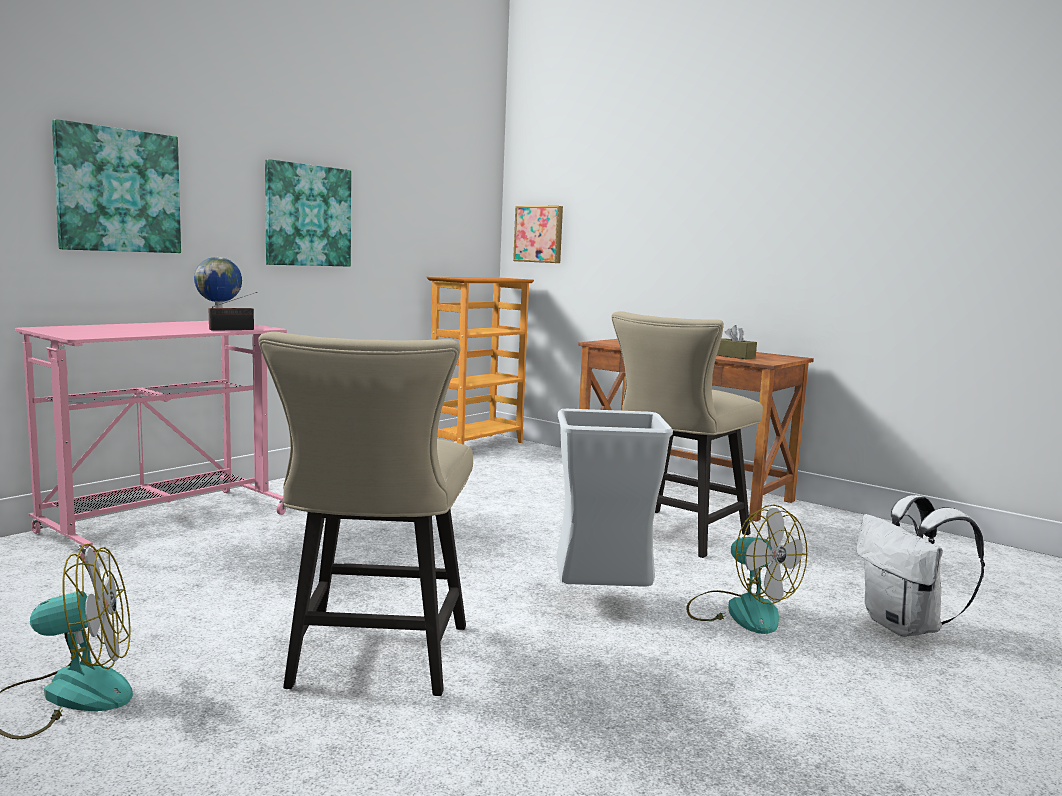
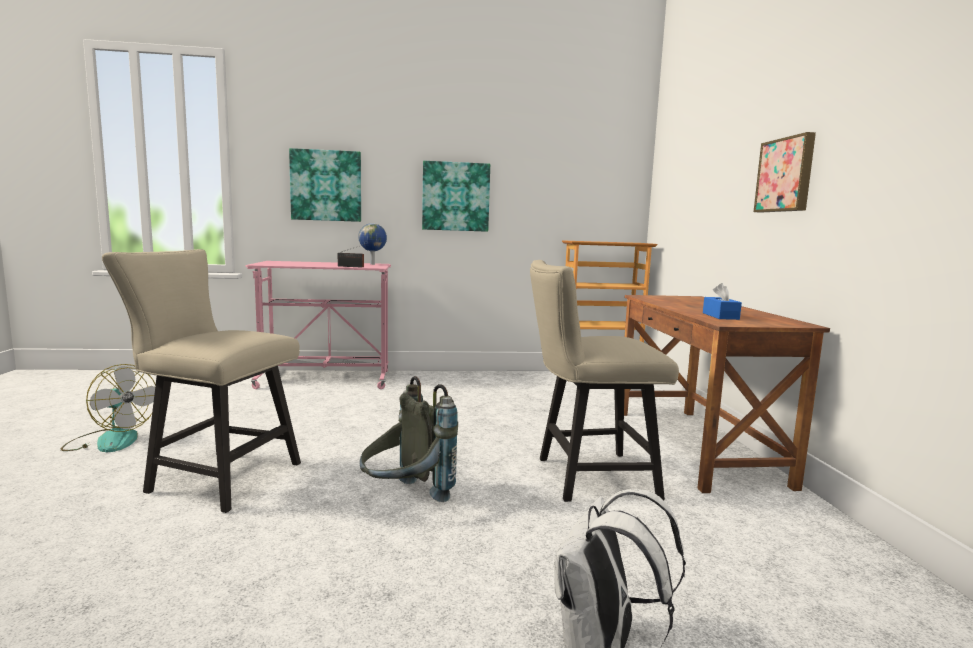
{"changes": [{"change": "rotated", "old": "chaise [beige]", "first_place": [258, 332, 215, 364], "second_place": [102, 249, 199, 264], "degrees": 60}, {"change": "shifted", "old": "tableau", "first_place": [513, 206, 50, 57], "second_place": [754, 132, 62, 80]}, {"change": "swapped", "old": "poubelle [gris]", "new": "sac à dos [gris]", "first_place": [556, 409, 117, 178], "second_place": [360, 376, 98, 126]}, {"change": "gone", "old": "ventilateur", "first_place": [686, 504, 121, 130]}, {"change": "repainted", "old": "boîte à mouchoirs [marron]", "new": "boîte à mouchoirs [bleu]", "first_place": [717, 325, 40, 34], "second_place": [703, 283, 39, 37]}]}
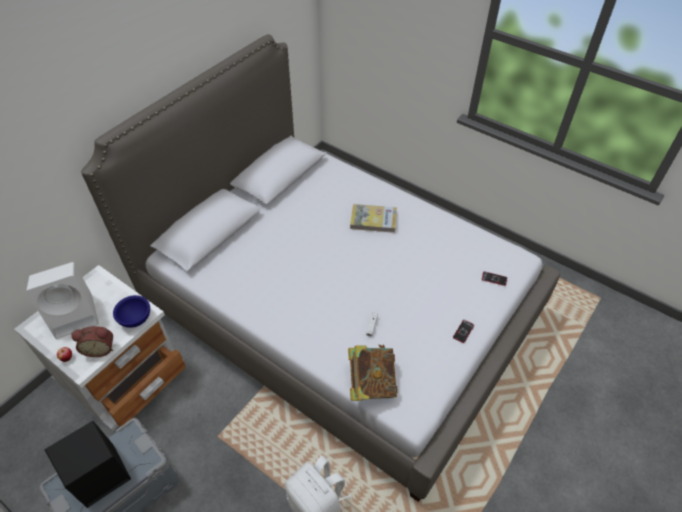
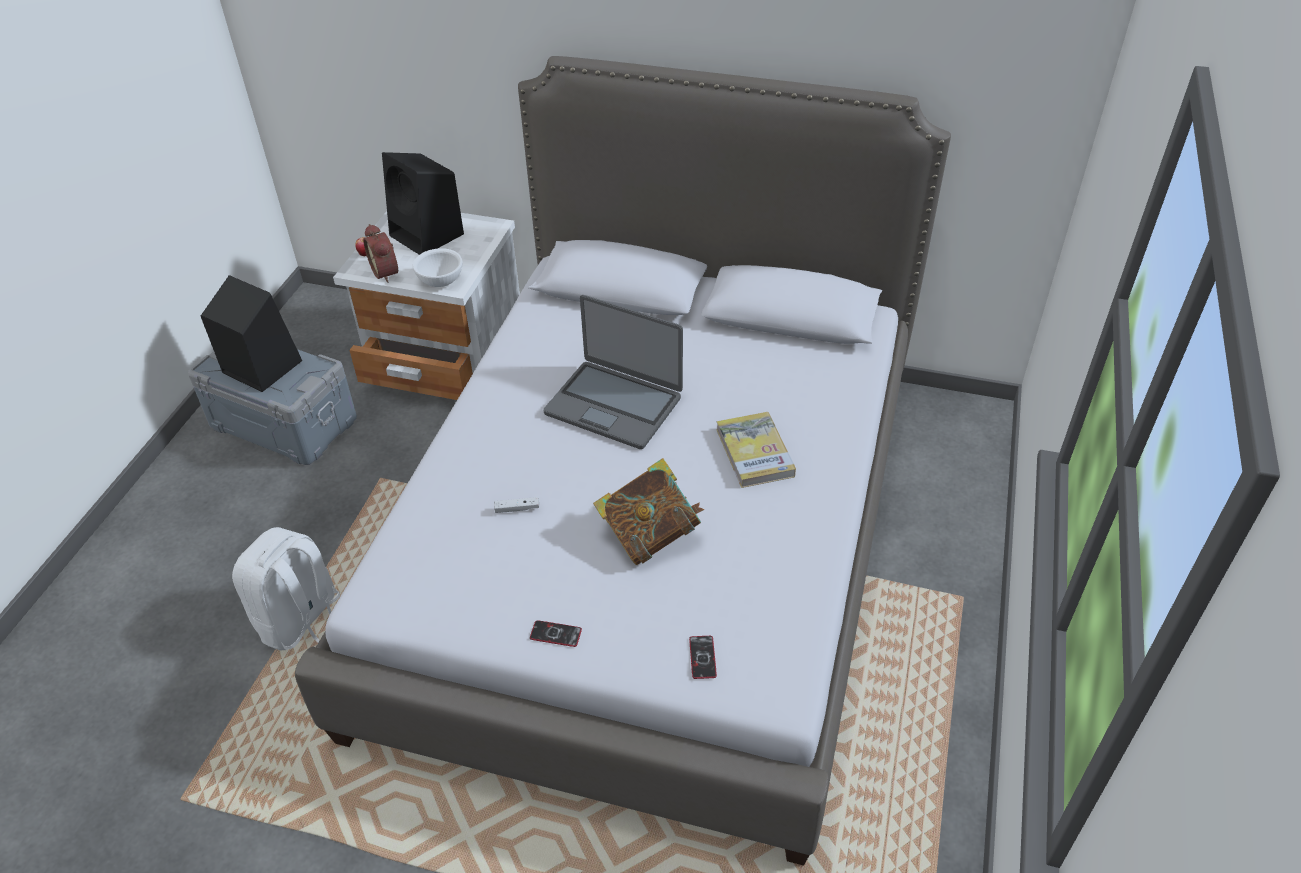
{"changes": [{"change": "repainted", "old": "enceinte [blanc]", "new": "enceinte [noir]", "first_place": [26, 262, 73, 77], "second_place": [382, 152, 82, 103]}, {"change": "repainted", "old": "bol [bleu]", "new": "bol [blanc]", "first_place": [113, 295, 37, 33], "second_place": [413, 248, 49, 39]}, {"change": "shifted", "old": "livre", "first_place": [348, 345, 50, 56], "second_place": [593, 458, 111, 107]}, {"change": "new", "new": "ordinateur portable", "second_place": [543, 295, 140, 154]}]}
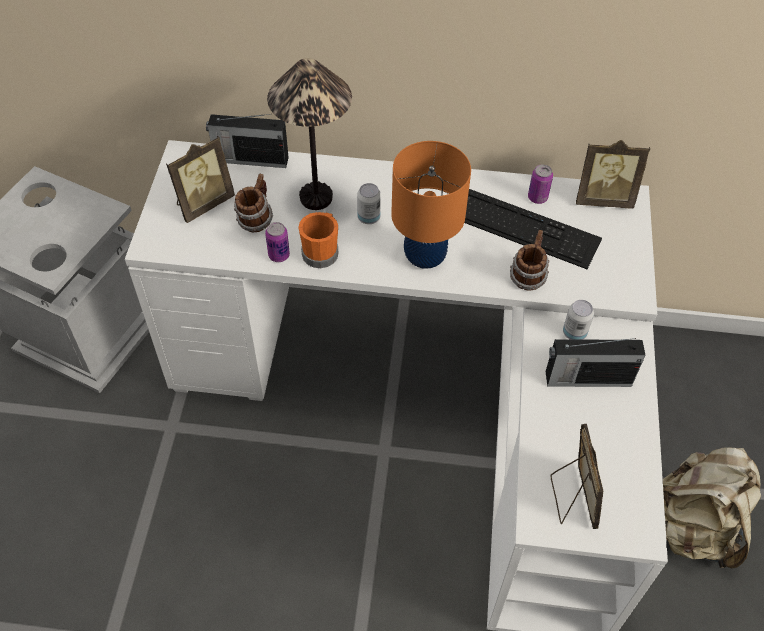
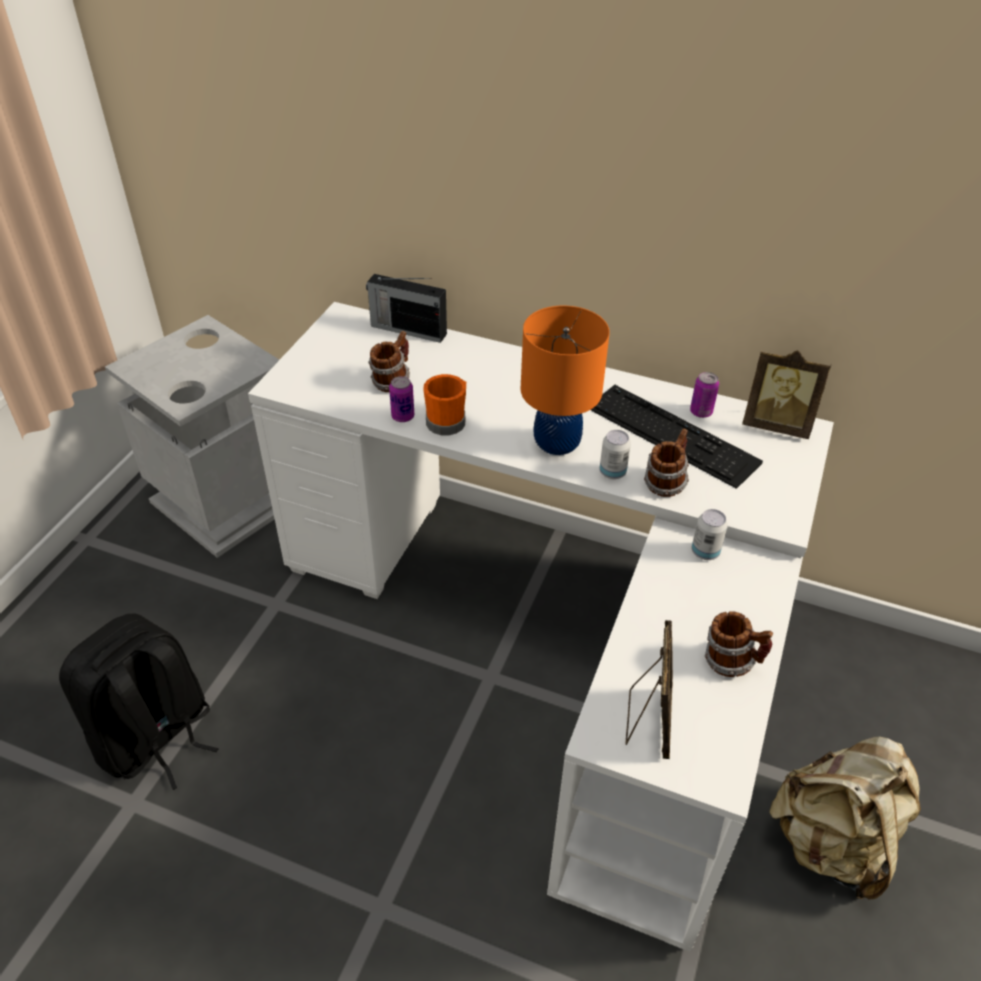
{"changes": [{"change": "gone", "old": "cadre photo", "first_place": [166, 136, 69, 87]}, {"change": "gone", "old": "lampe de table", "first_place": [267, 58, 85, 152]}, {"change": "shifted", "old": "boîte métallique", "first_place": [357, 183, 24, 41], "second_place": [599, 430, 32, 49]}, {"change": "gone", "old": "radio", "first_place": [546, 338, 99, 49]}, {"change": "new", "new": "sac à dos [noir]", "second_place": [59, 614, 160, 176]}, {"change": "new", "new": "mug", "second_place": [705, 611, 68, 66]}]}
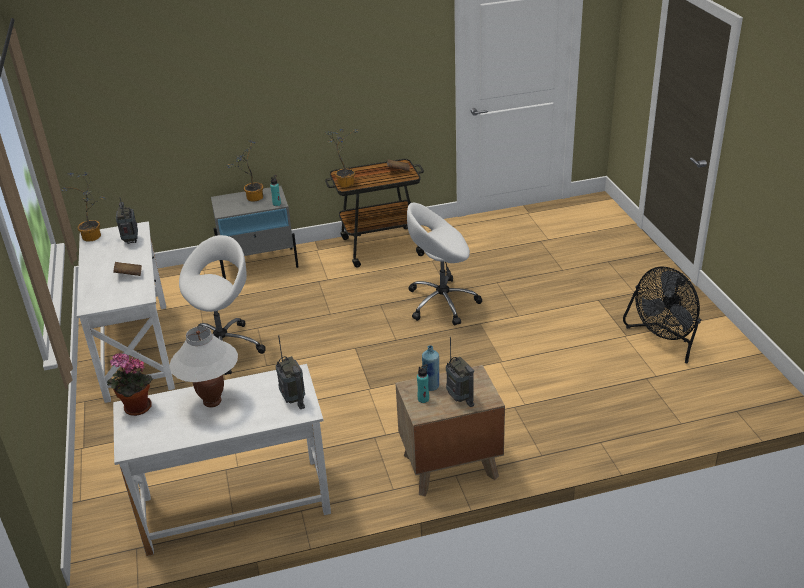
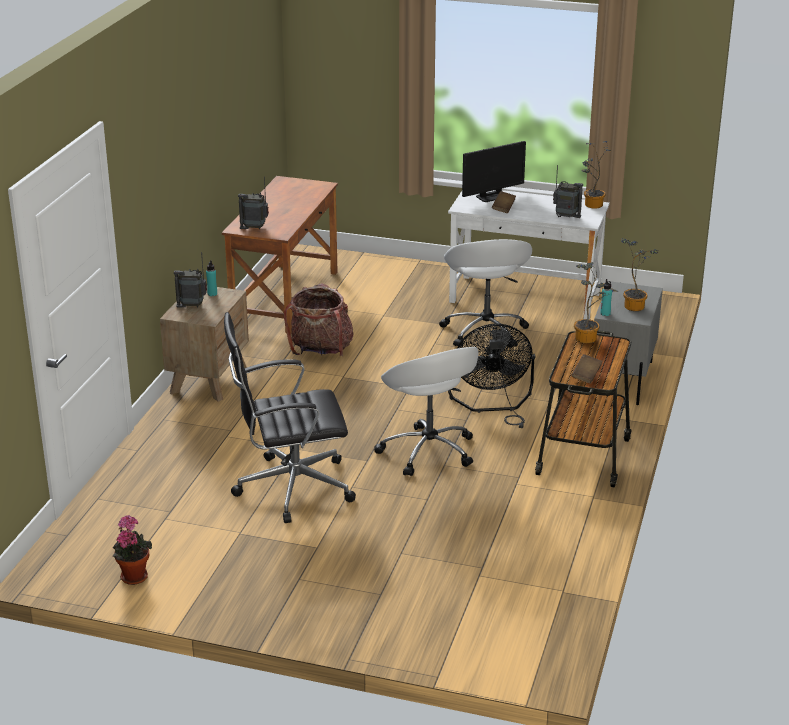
{"changes": [{"change": "shifted", "old": "plante en pot", "first_place": [107, 353, 46, 63], "second_place": [113, 515, 39, 70]}, {"change": "repainted", "old": "bureau [blanc]", "new": "bureau [marron]", "first_place": [113, 364, 218, 192], "second_place": [222, 176, 116, 158]}, {"change": "gone", "old": "lampe de table [blanc]", "first_place": [169, 326, 69, 82]}, {"change": "rotated", "old": "chaise de bureau [blanc]", "first_place": [407, 203, 75, 123], "second_place": [374, 347, 104, 129], "degrees": 135}, {"change": "gone", "old": "bouteille [bleu]", "first_place": [422, 345, 17, 46]}, {"change": "shifted", "old": "ventilateur [noir]", "first_place": [623, 267, 79, 97], "second_place": [448, 324, 87, 104]}, {"change": "new", "new": "chaise de bureau [noir]", "second_place": [224, 312, 132, 211]}, {"change": "new", "new": "sac à dos", "second_place": [284, 283, 69, 73]}, {"change": "new", "new": "écran d'ordinateur", "second_place": [462, 141, 64, 61]}]}
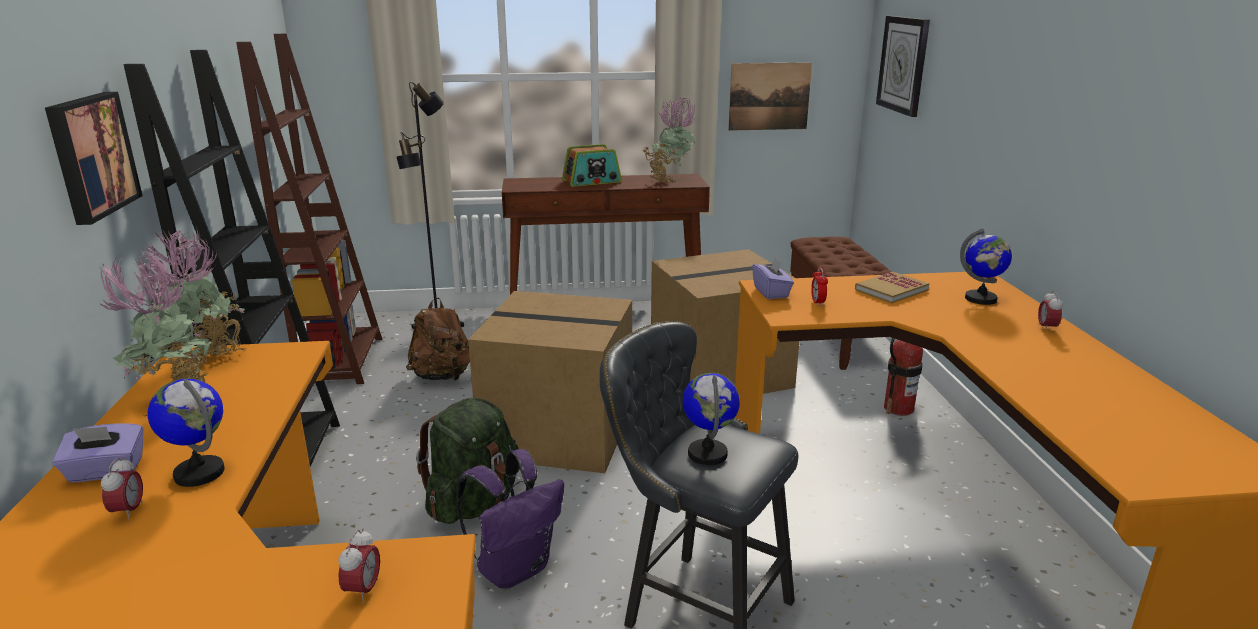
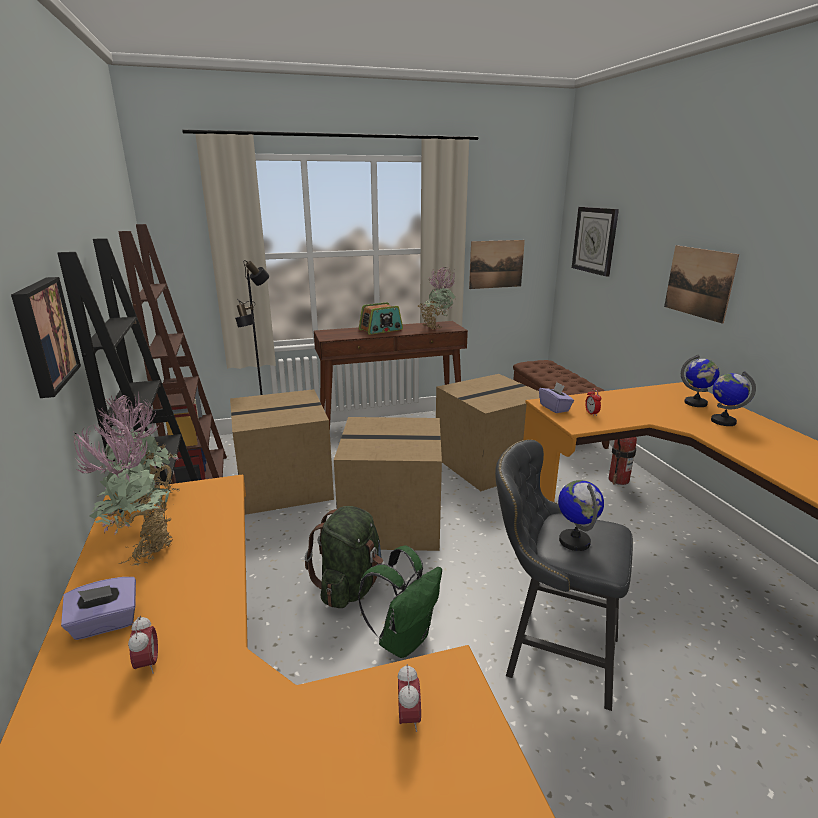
{"changes": [{"change": "shifted", "old": "globe", "first_place": [148, 378, 77, 109], "second_place": [711, 371, 45, 55]}, {"change": "swapped", "old": "sac à dos [marron]", "new": "carton", "first_place": [406, 298, 64, 83], "second_place": [230, 389, 104, 126]}, {"change": "repainted", "old": "sac à dos [violet]", "new": "sac à dos [vert]", "first_place": [457, 449, 107, 140], "second_place": [358, 546, 84, 112]}, {"change": "gone", "old": "livre", "first_place": [855, 272, 74, 31]}, {"change": "gone", "old": "réveil", "first_place": [1038, 290, 25, 42]}, {"change": "new", "new": "tableau", "second_place": [664, 245, 75, 79]}]}
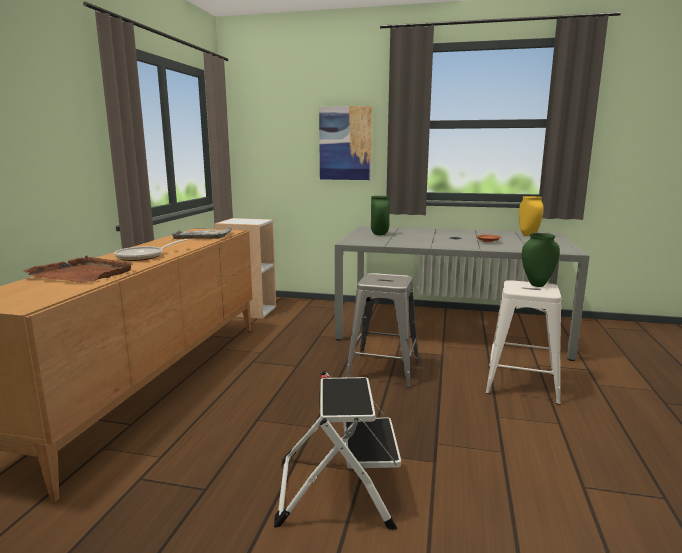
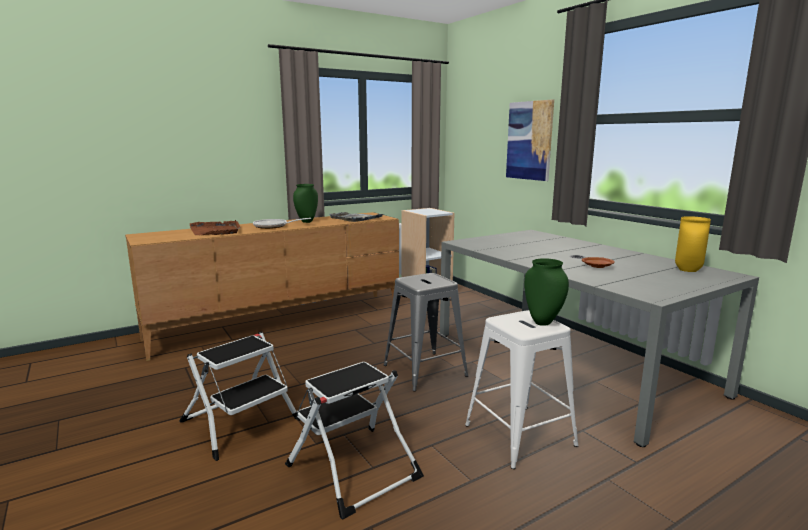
{"changes": [{"change": "shifted", "old": "vase [vert]", "first_place": [371, 196, 19, 39], "second_place": [293, 184, 25, 39]}, {"change": "new", "new": "escabeau", "second_place": [285, 362, 139, 158]}]}
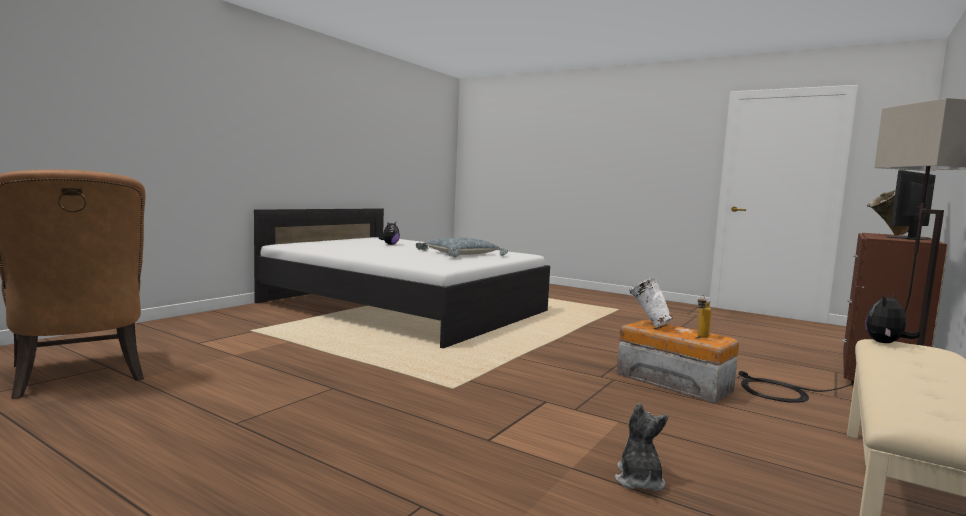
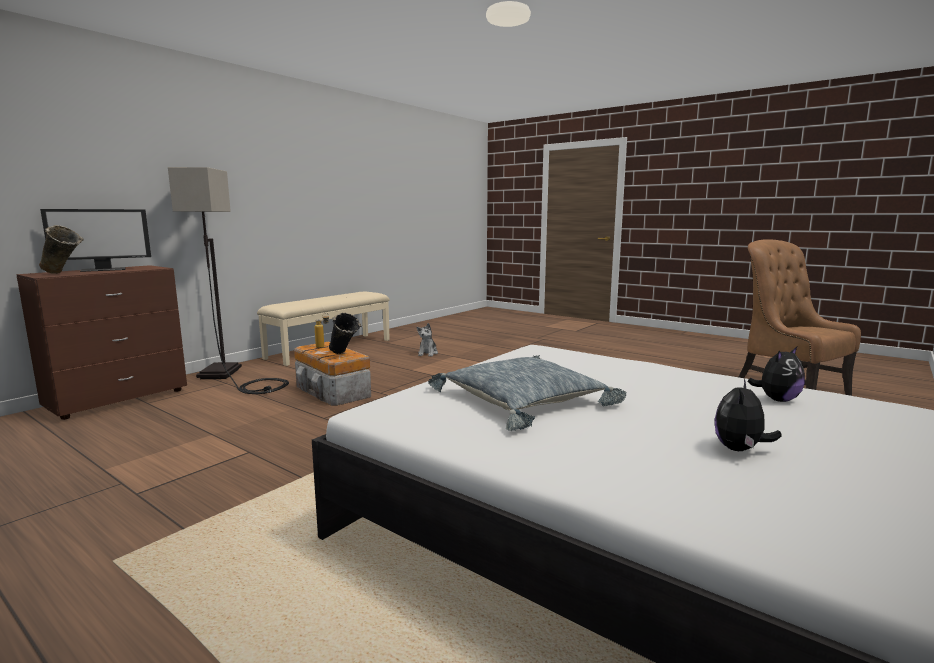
{"changes": [{"change": "repainted", "old": "vase [blanc]", "new": "vase [noir]", "first_place": [629, 277, 44, 51], "second_place": [329, 312, 32, 42]}, {"change": "shifted", "old": "peluche", "first_place": [865, 293, 55, 50], "second_place": [748, 347, 57, 55]}]}
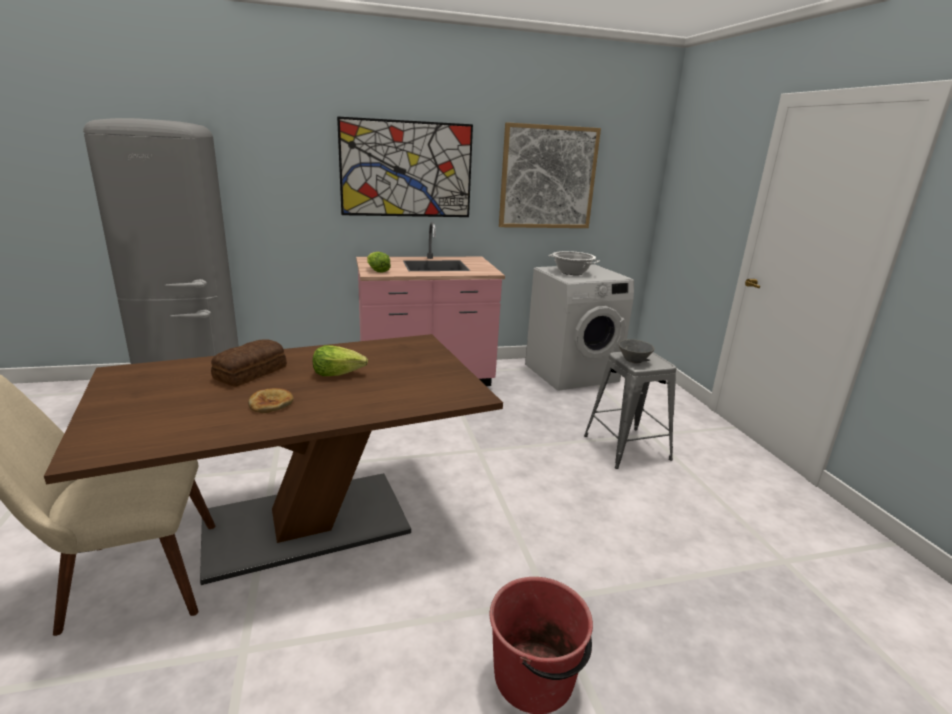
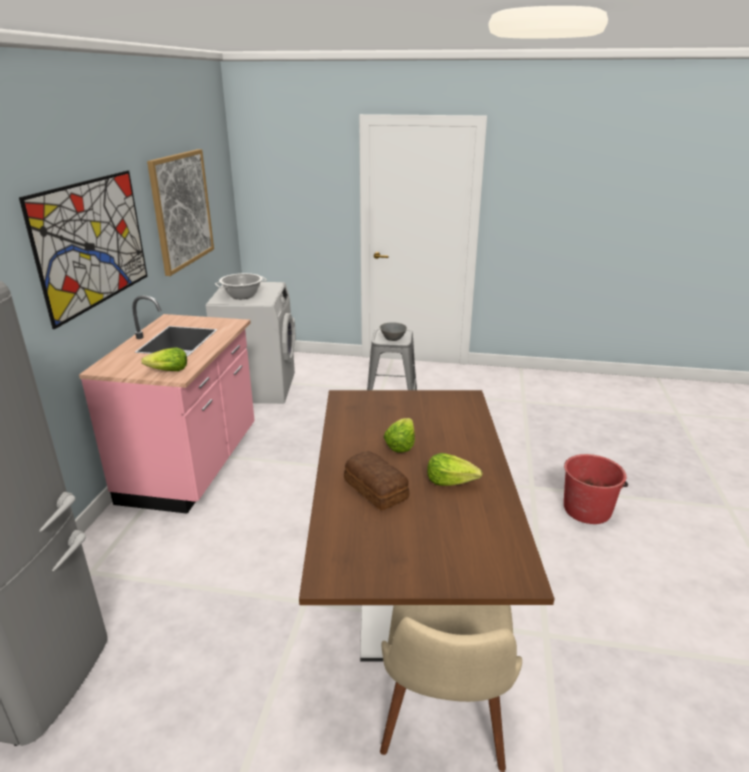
{"changes": [{"change": "swapped", "old": "pain", "new": "laitue", "first_place": [248, 388, 46, 25], "second_place": [427, 453, 56, 33]}]}
